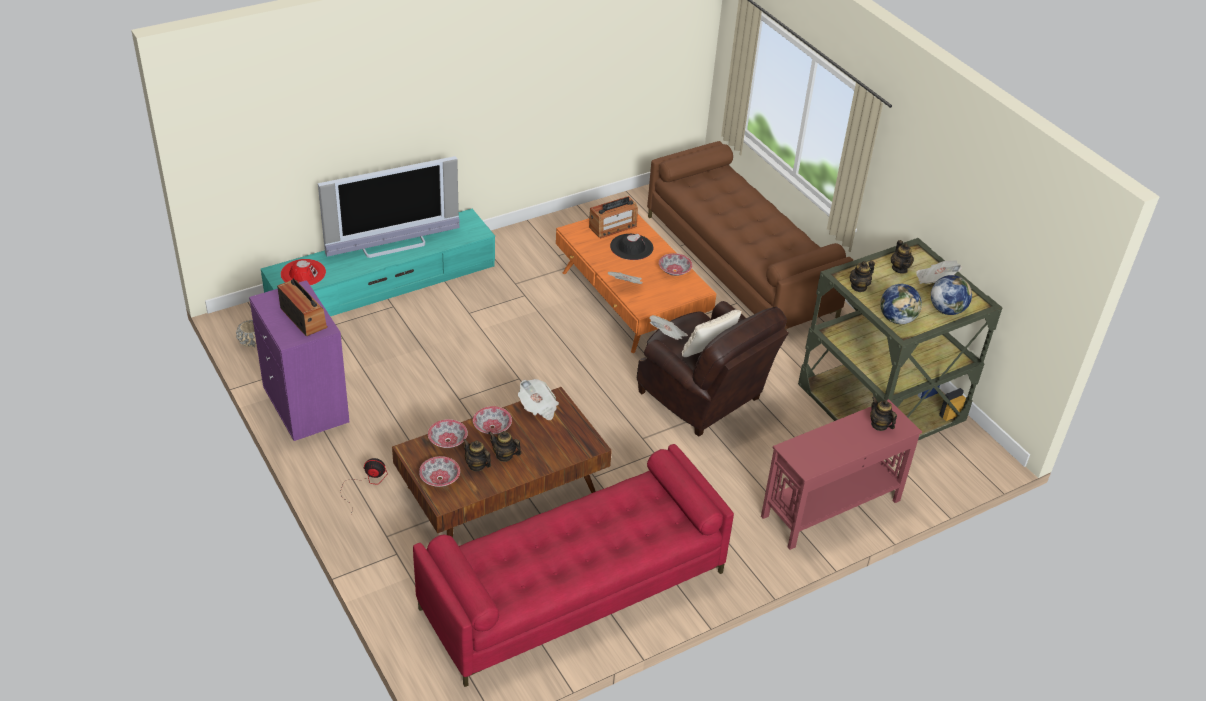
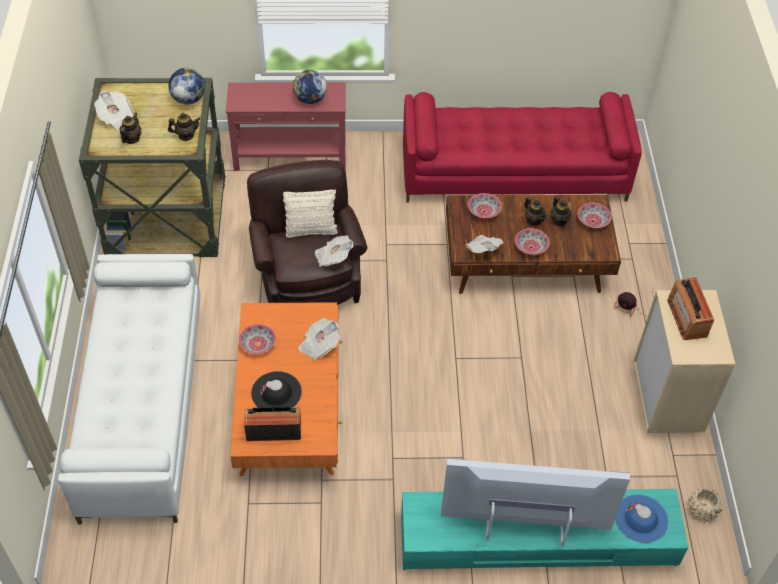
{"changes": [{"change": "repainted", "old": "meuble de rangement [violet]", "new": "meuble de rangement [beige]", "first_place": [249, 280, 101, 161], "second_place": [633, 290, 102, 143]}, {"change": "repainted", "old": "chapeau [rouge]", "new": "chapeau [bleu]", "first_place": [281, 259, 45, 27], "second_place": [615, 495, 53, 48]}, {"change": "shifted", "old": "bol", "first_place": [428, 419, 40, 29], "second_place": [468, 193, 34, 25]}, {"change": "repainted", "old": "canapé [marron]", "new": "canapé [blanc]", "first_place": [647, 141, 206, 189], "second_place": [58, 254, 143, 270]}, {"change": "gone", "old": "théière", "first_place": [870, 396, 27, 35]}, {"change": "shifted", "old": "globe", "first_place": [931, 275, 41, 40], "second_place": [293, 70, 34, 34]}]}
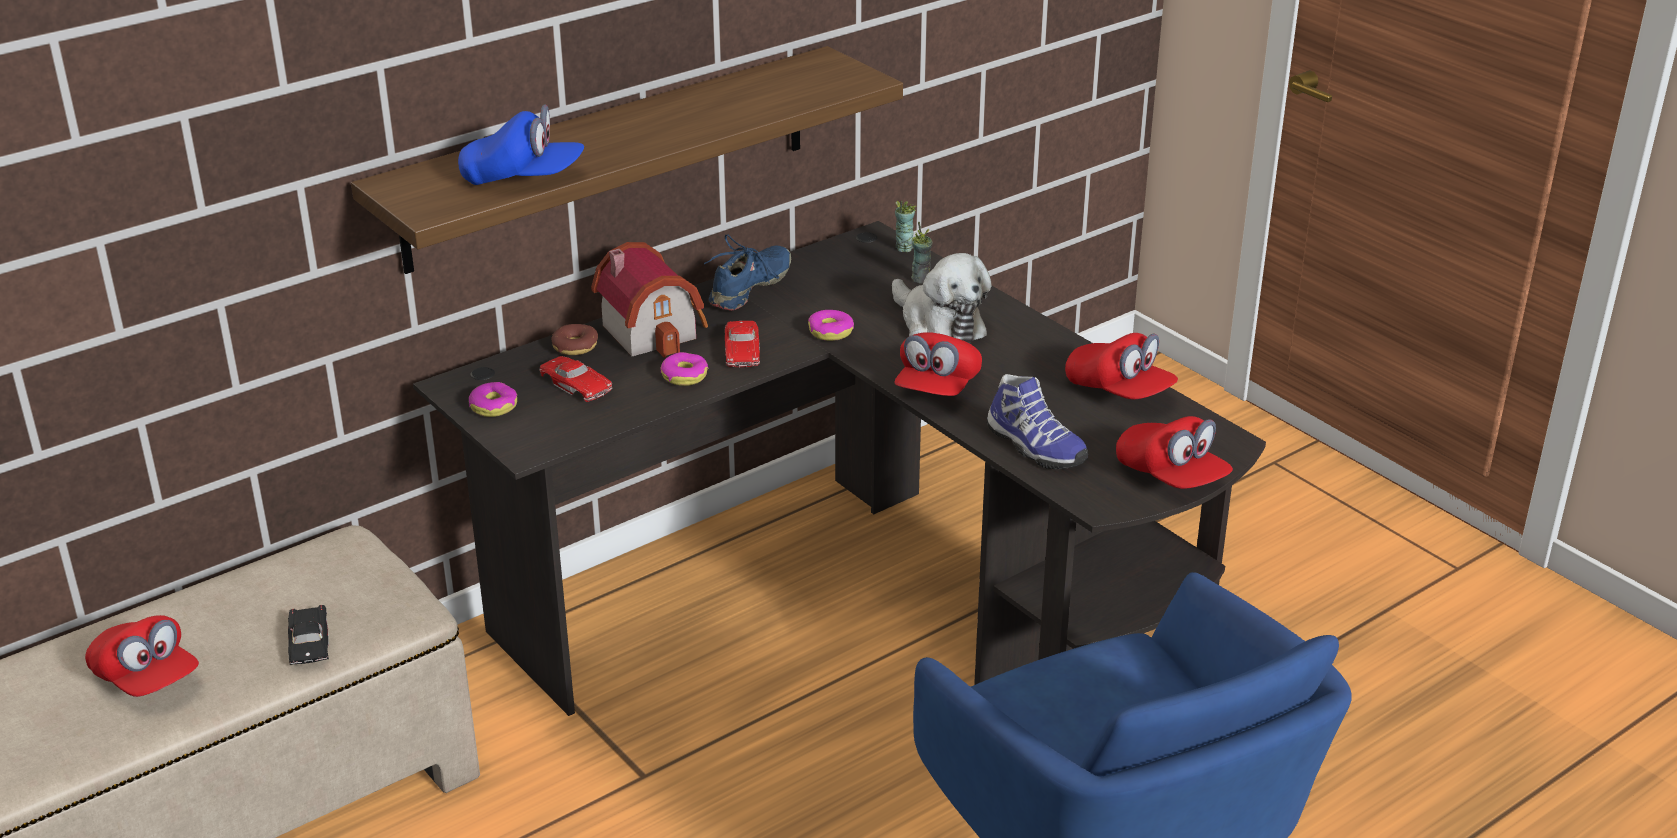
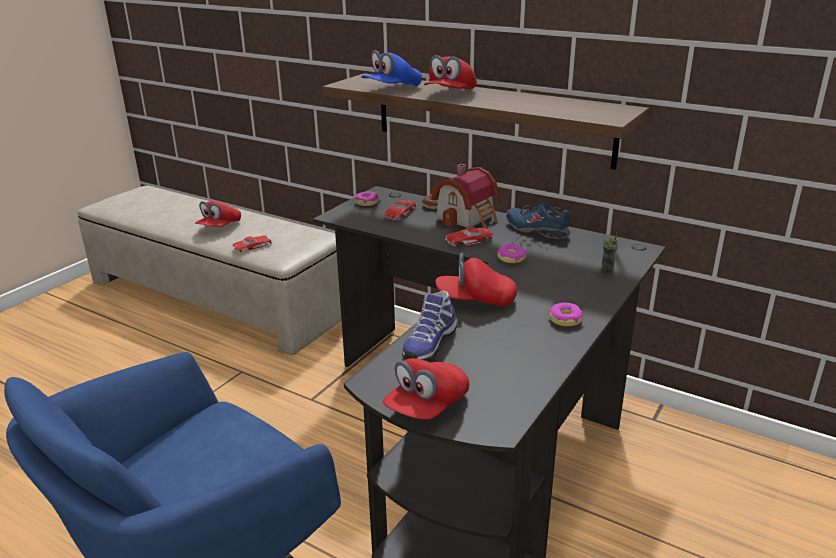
{"changes": [{"change": "repainted", "old": "petite voiture [noir]", "new": "petite voiture [rouge]", "first_place": [288, 605, 41, 60], "second_place": [232, 235, 40, 17]}, {"change": "rotated", "old": "casquette [bleu]", "first_place": [458, 104, 126, 81], "second_place": [361, 50, 61, 36], "degrees": 60}, {"change": "shifted", "old": "beignet", "first_place": [660, 352, 48, 34], "second_place": [548, 303, 35, 23]}, {"change": "rotated", "old": "chaussure [bleu]", "first_place": [704, 234, 88, 77], "second_place": [506, 202, 64, 37], "degrees": -150}, {"change": "gone", "old": "peluche", "first_place": [892, 253, 100, 90]}, {"change": "gone", "old": "tasse", "first_place": [895, 201, 22, 51]}, {"change": "shifted", "old": "casquette [rouge]", "first_place": [1065, 333, 113, 66], "second_place": [424, 55, 53, 34]}]}
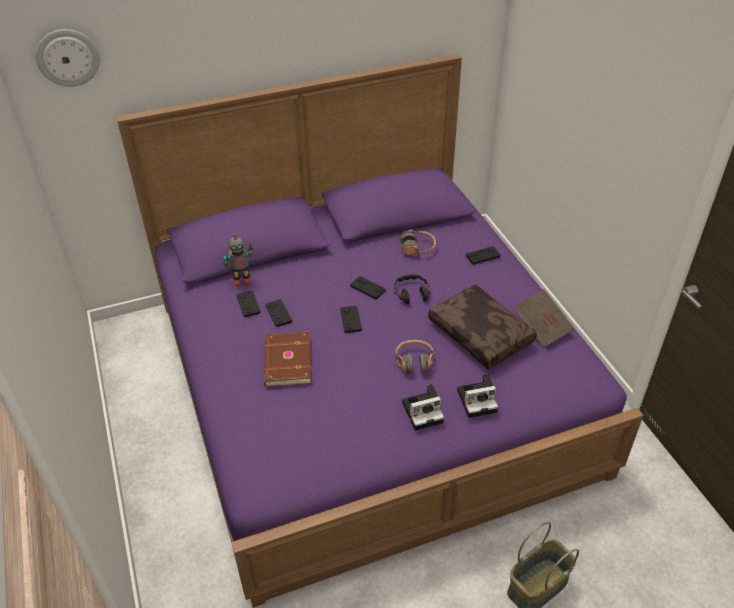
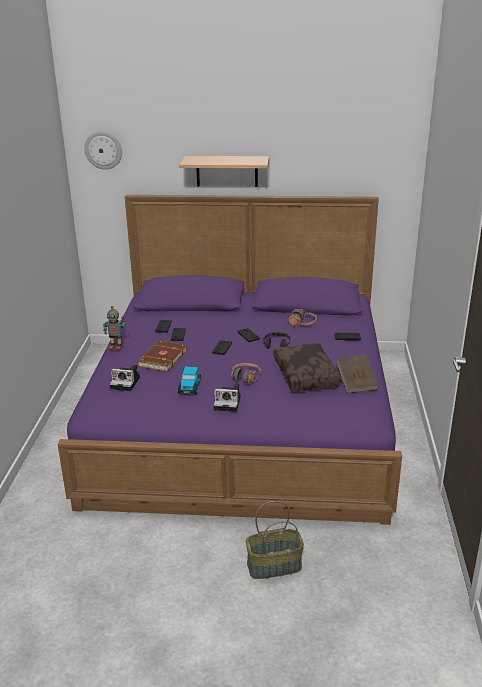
{"changes": [{"change": "shifted", "old": "robot jouet", "first_place": [223, 234, 30, 51], "second_place": [103, 306, 22, 44]}, {"change": "shifted", "old": "appareil photo", "first_place": [457, 373, 41, 45], "second_place": [109, 365, 31, 26]}, {"change": "new", "new": "petite voiture", "second_place": [178, 366, 23, 28]}, {"change": "new", "new": "étagère", "second_place": [179, 156, 90, 31]}]}
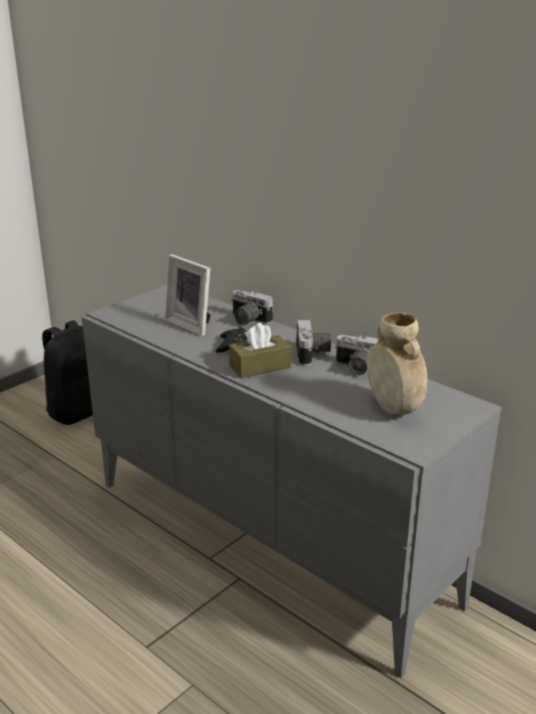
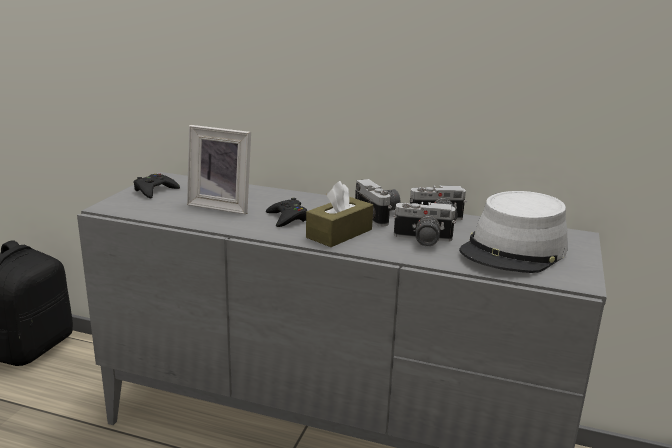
{"changes": [{"change": "shifted", "old": "appareil photo", "first_place": [231, 290, 43, 35], "second_place": [393, 202, 63, 45]}, {"change": "swapped", "old": "vase [beige]", "new": "chapeau [gris]", "first_place": [367, 312, 60, 103], "second_place": [459, 191, 108, 82]}, {"change": "new", "new": "manette [noir]", "second_place": [133, 174, 47, 24]}]}
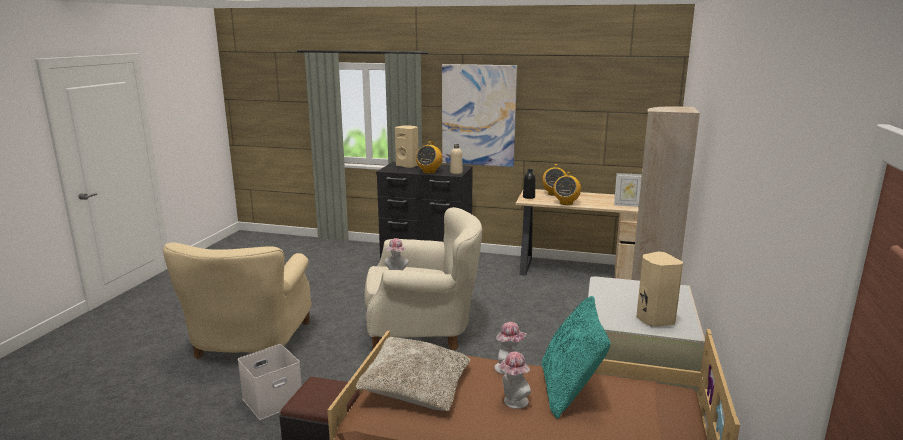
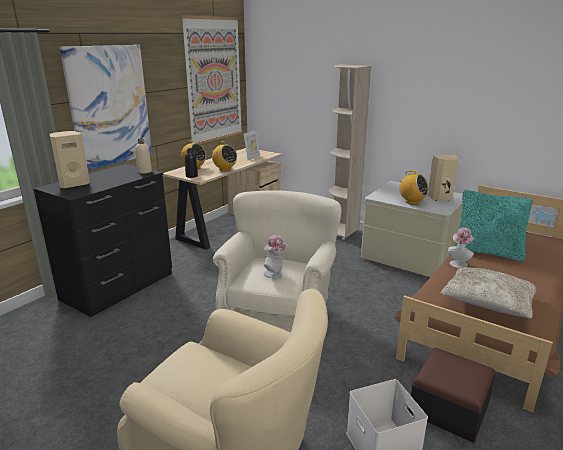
{"changes": [{"change": "shifted", "old": "radio", "first_place": [416, 141, 27, 33], "second_place": [399, 170, 30, 35]}, {"change": "gone", "old": "chapeau", "first_place": [499, 352, 32, 57]}, {"change": "new", "new": "tableau", "second_place": [181, 15, 61, 129]}]}
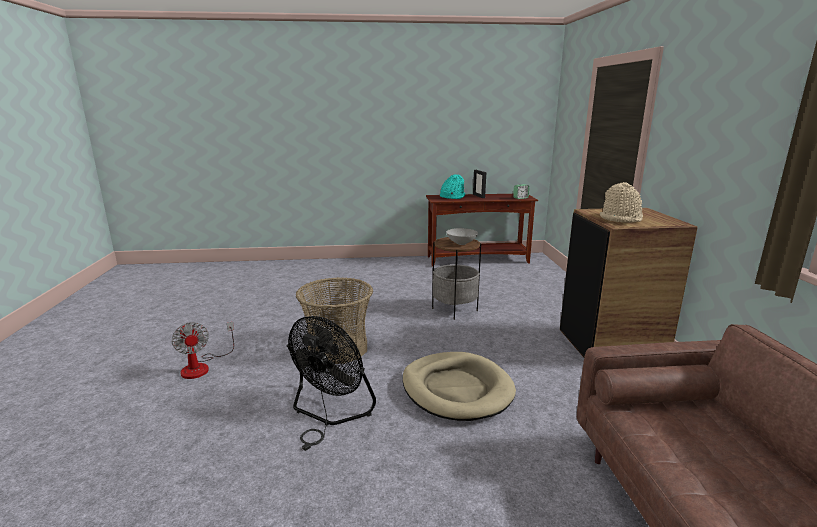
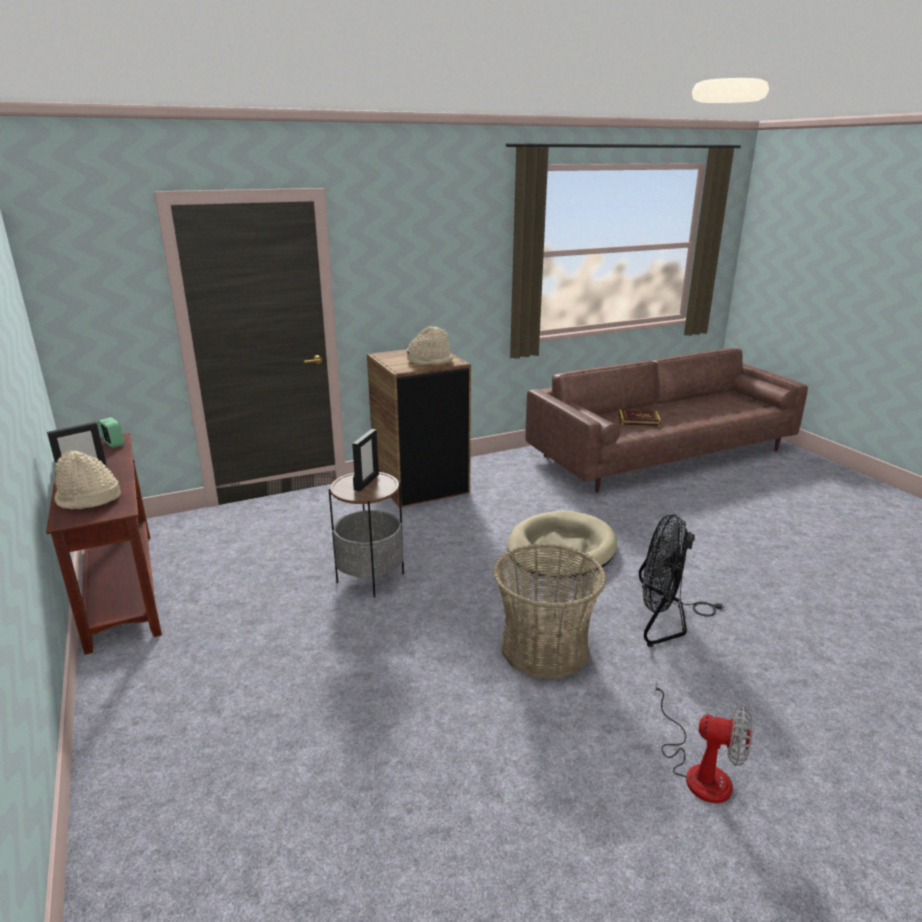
{"changes": [{"change": "rotated", "old": "ventilateur", "first_place": [171, 322, 63, 57], "second_place": [654, 678, 99, 125], "degrees": 75}, {"change": "repainted", "old": "chapeau [turquoise]", "new": "chapeau [beige]", "first_place": [440, 175, 25, 24], "second_place": [54, 451, 67, 58]}, {"change": "swapped", "old": "bol [gris]", "new": "cadre photo", "first_place": [446, 228, 32, 17], "second_place": [352, 429, 27, 62]}, {"change": "new", "new": "livre", "second_place": [618, 409, 43, 17]}]}
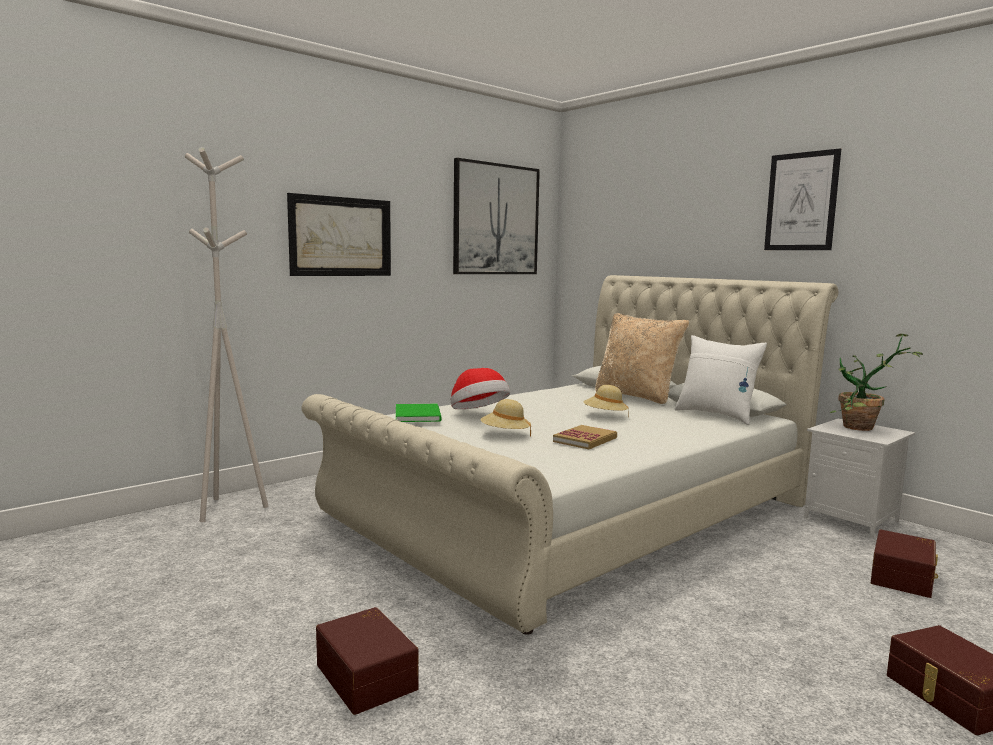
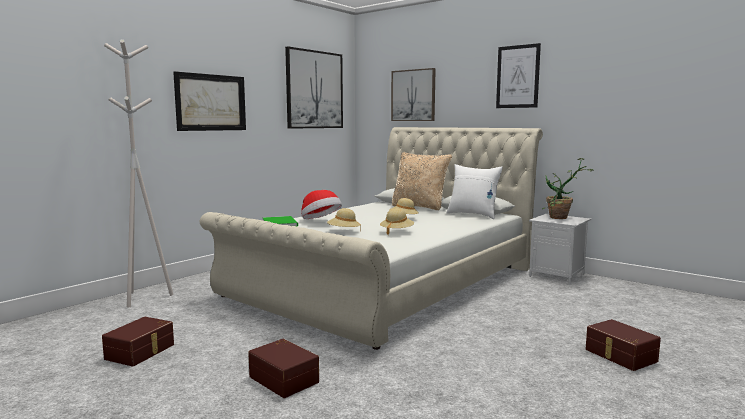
{"changes": [{"change": "swapped", "old": "livre", "new": "chapeau [beige]", "first_place": [553, 425, 64, 24], "second_place": [380, 208, 34, 27]}, {"change": "shifted", "old": "boîte de rangement [marron]", "first_place": [871, 530, 67, 68], "second_place": [102, 317, 72, 50]}, {"change": "new", "new": "tableau", "second_place": [391, 68, 45, 53]}]}
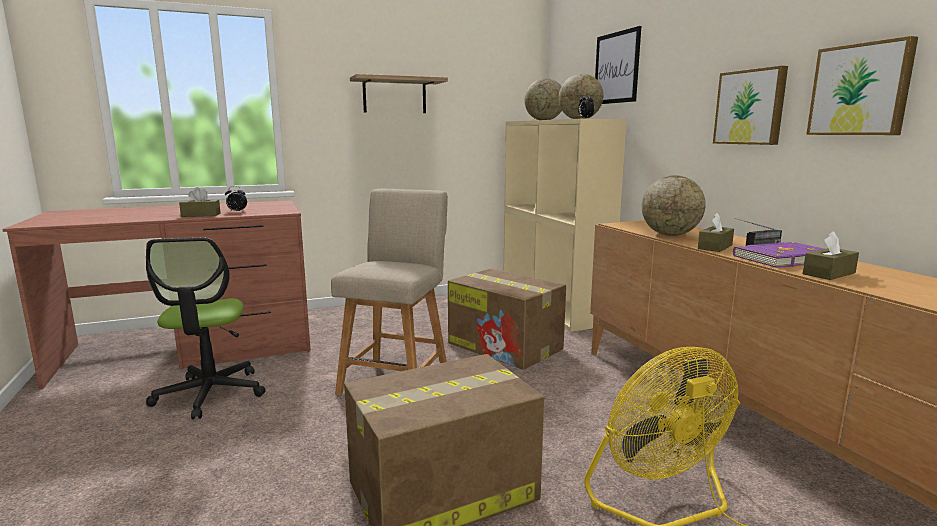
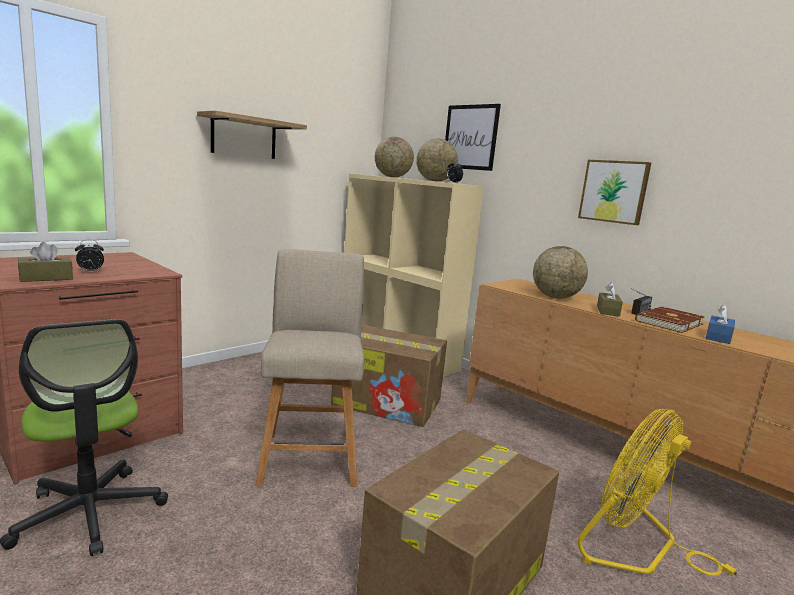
{"changes": [{"change": "repainted", "old": "livre [violet]", "new": "livre [marron]", "first_place": [733, 242, 91, 26], "second_place": [635, 307, 69, 26]}, {"change": "repainted", "old": "boîte à mouchoirs [marron]", "new": "boîte à mouchoirs [bleu]", "first_place": [802, 231, 57, 49], "second_place": [705, 305, 30, 39]}, {"change": "gone", "old": "tableau", "first_place": [806, 36, 112, 99]}]}
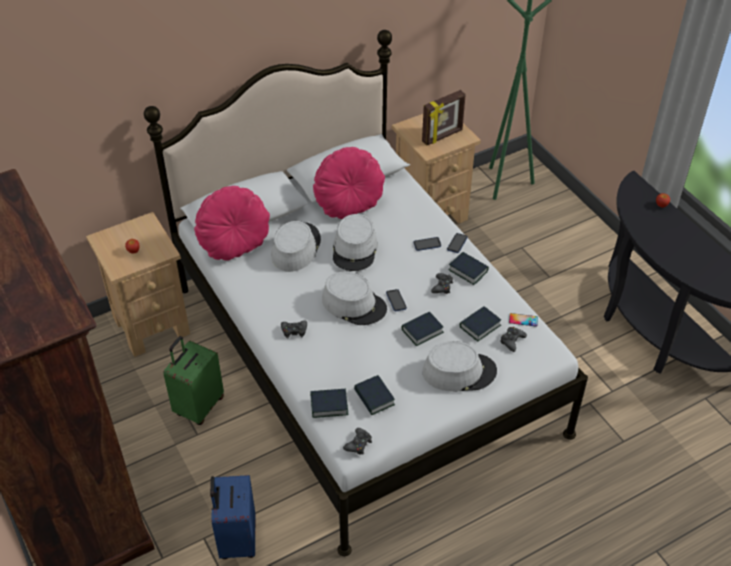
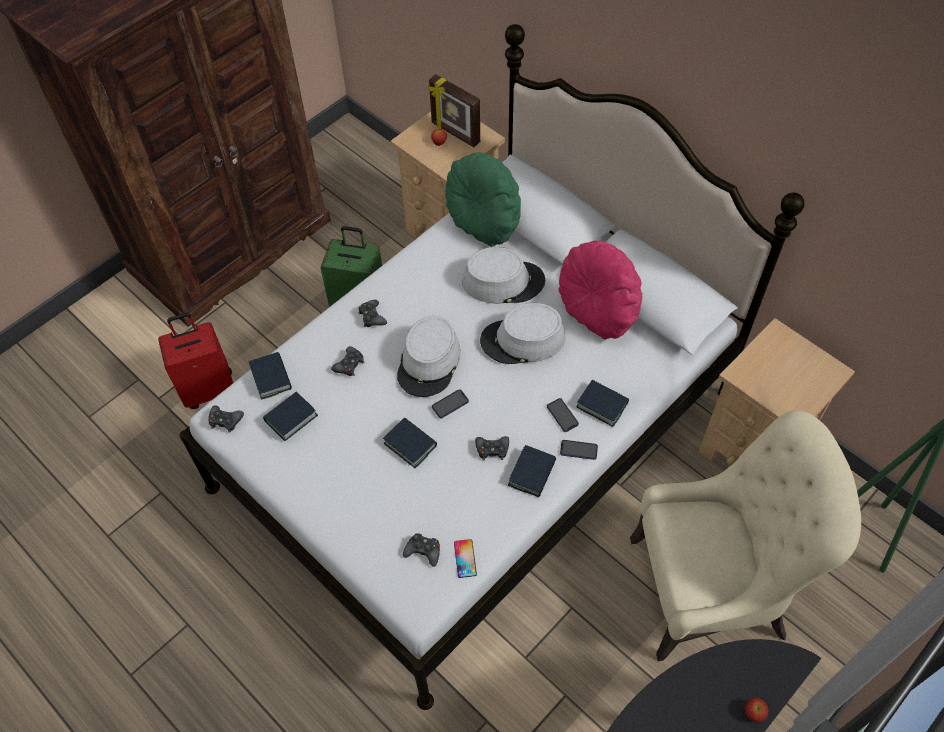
{"changes": [{"change": "repainted", "old": "coussin [rose]", "new": "coussin [vert]", "first_place": [194, 186, 76, 75], "second_place": [445, 152, 76, 95]}, {"change": "repainted", "old": "valise [bleu]", "new": "valise [rouge]", "first_place": [210, 475, 45, 84], "second_place": [158, 313, 75, 96]}, {"change": "shifted", "old": "cadre photo", "first_place": [422, 90, 44, 56], "second_place": [428, 74, 52, 73]}, {"change": "gone", "old": "chapeau [gris]", "first_place": [422, 341, 75, 51]}, {"change": "shifted", "old": "livre", "first_place": [460, 306, 41, 35], "second_place": [576, 380, 53, 47]}, {"change": "new", "new": "manette [noir]", "second_place": [331, 346, 33, 30]}, {"change": "new", "new": "chaise [beige]", "second_place": [630, 410, 231, 251]}]}
